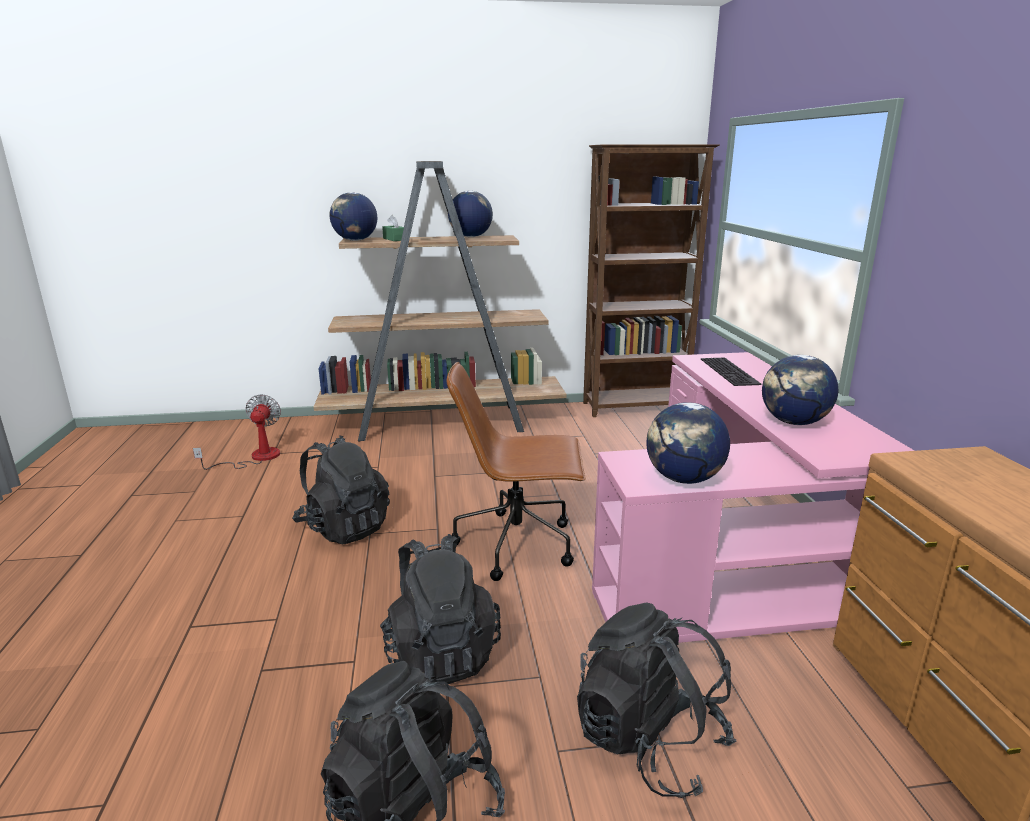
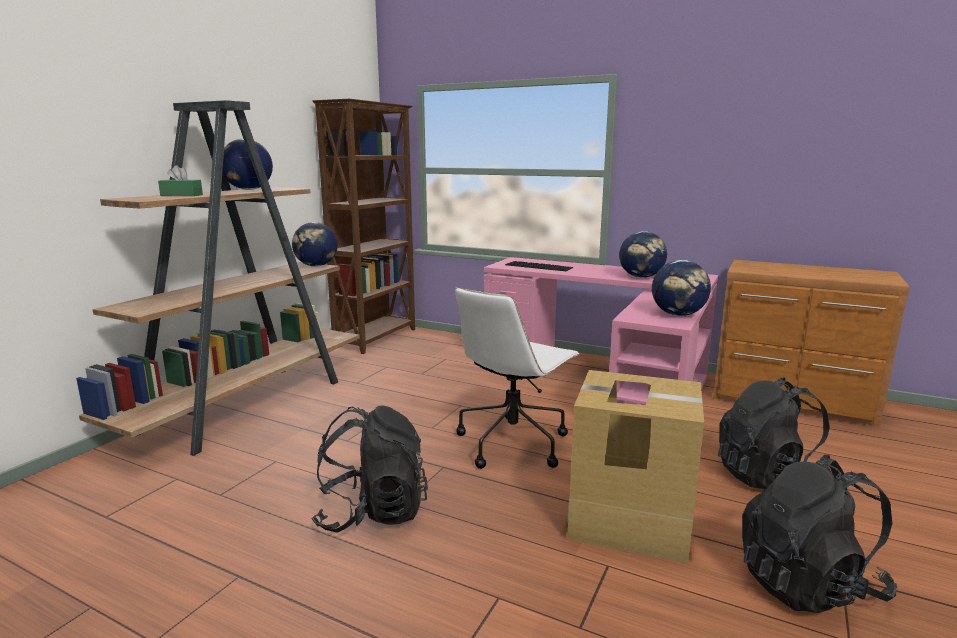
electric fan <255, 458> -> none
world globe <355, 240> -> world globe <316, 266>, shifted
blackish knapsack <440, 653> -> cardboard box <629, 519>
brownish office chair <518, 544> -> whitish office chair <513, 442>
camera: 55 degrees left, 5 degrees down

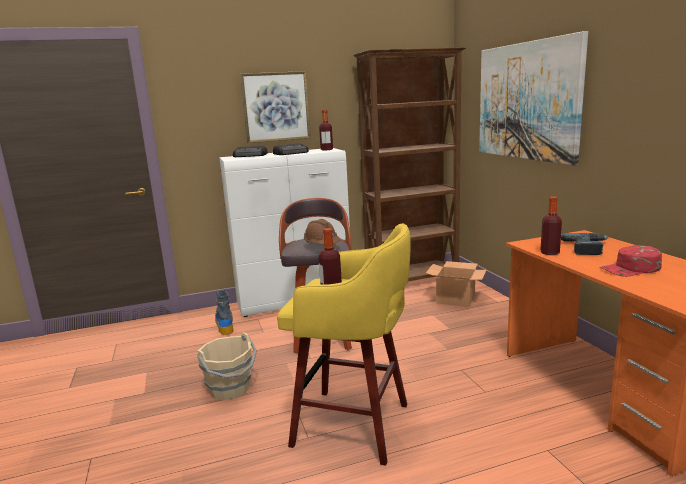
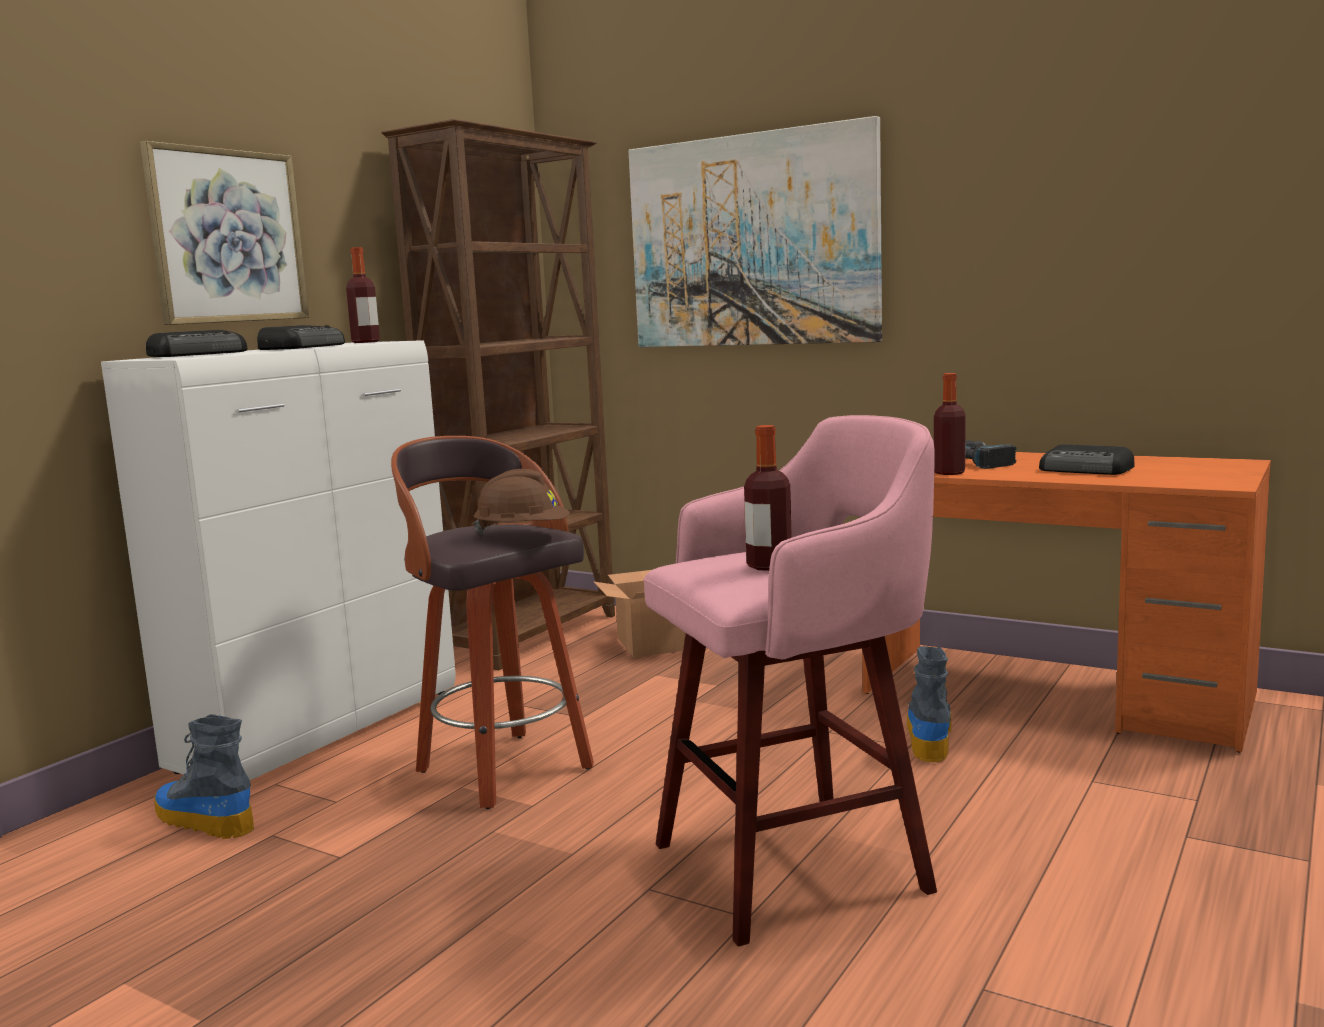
beige-coloured pail <230, 389> -> none
yellow stool seat <355, 426> -> pinkish stool seat <798, 865>
red-coloured peaked cap <631, 269> -> radio set <1086, 470>
none -> boot <929, 737>
camera: 40 degrees left, 5 degrees down

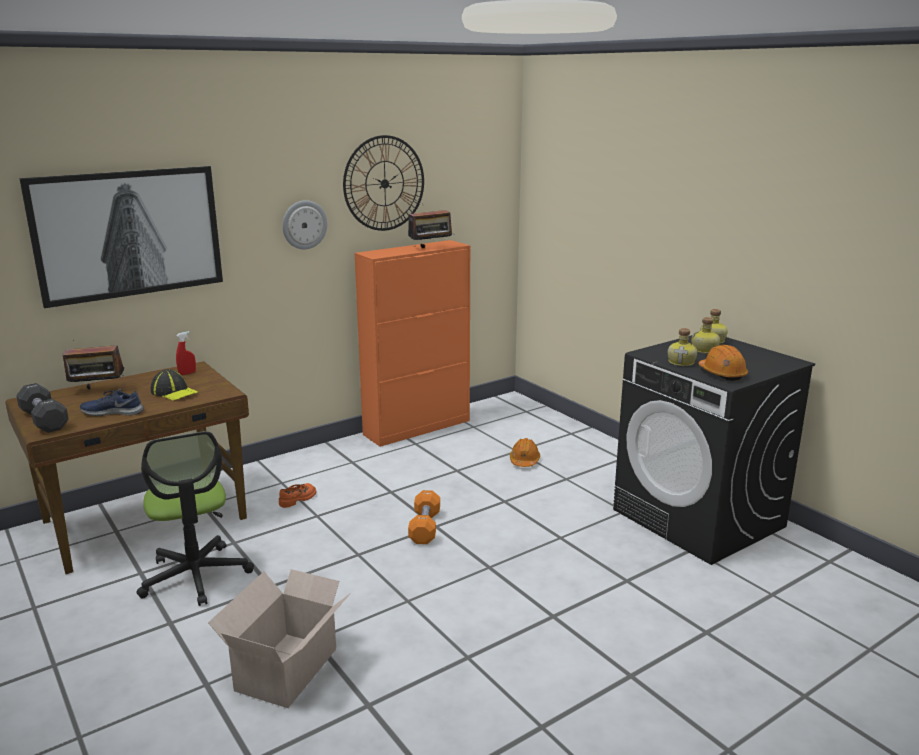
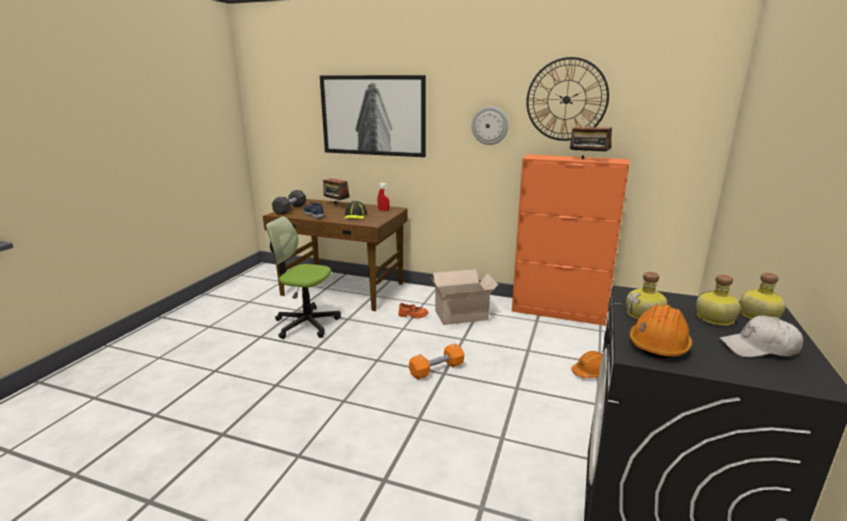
office chair <195, 576> -> office chair <306, 324>, 75 degrees clockwise
cardboard box <289, 667> -> cardboard box <463, 315>, shifted
none -> whitish peaked cap <759, 348>
camera: 55 degrees right, 0 degrees up

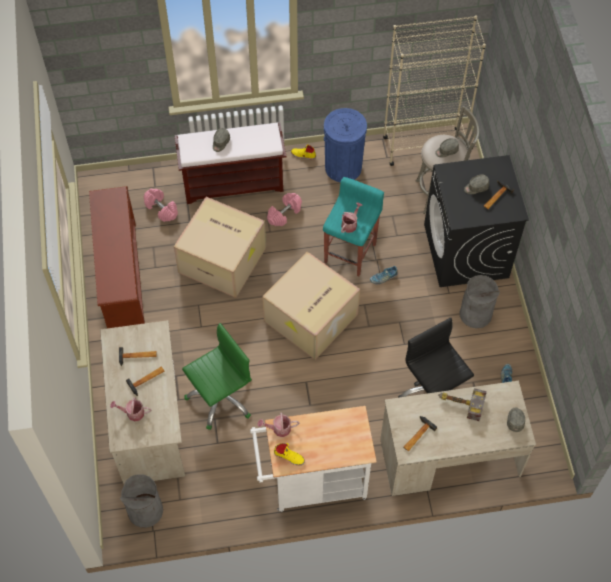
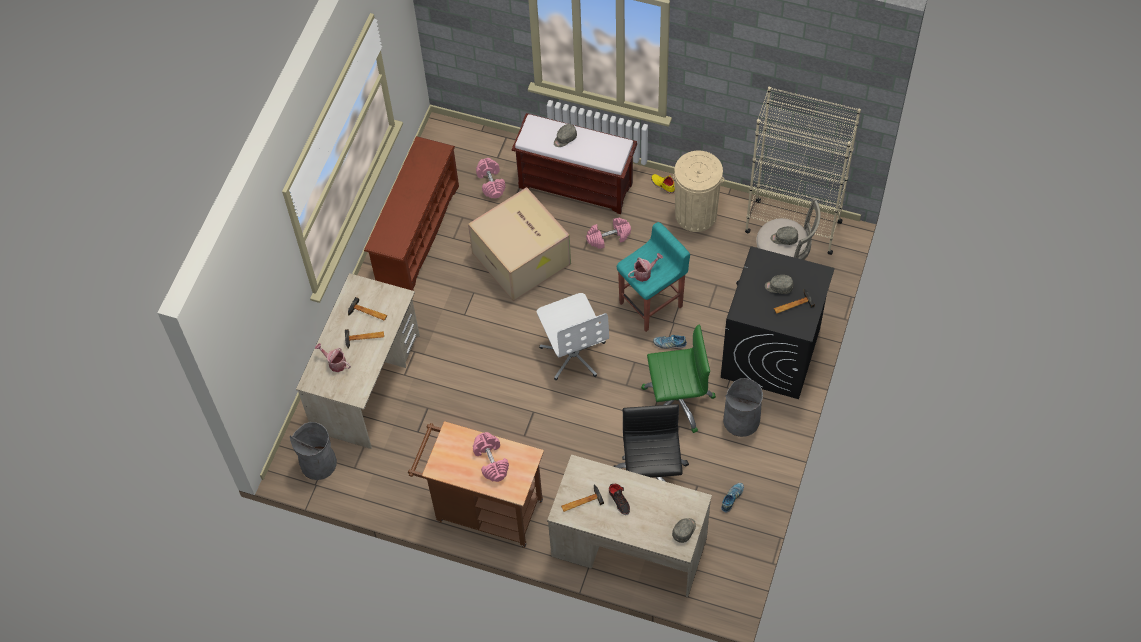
green office chair <221, 397> -> green office chair <677, 401>, shifted
whitish wheeled cart <312, 483> -> brownish wheeled cart <483, 509>
watering can <279, 429> -> none
cardboard box <311, 319> -> whitish office chair <573, 353>
yellow low shoe <289, 456> -> none
blue-coloured waste bin <343, 167> -> beige-coloured waste bin <695, 214>
hand hammer <459, 403> -> none
none -> pinkish free weight <491, 461>
none -> blackish low shoe <619, 501>
camera: 30 degrees right, 0 degrees up

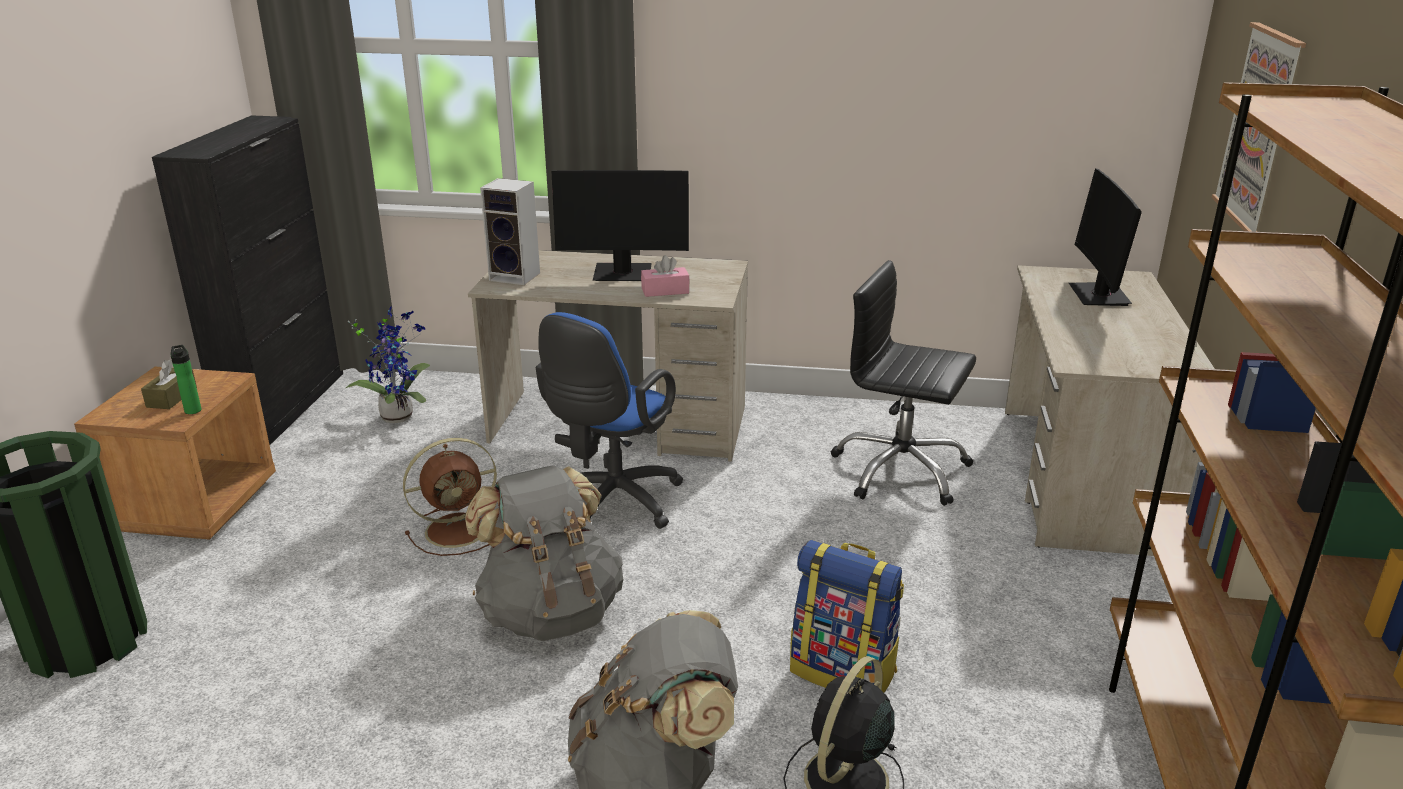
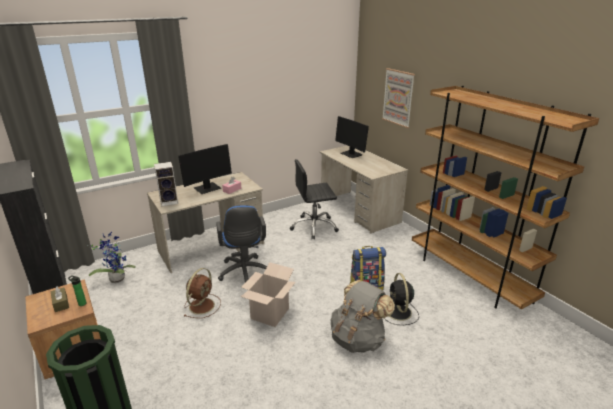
grey knapsack <551, 612> -> cardboard box <269, 314>
camera: 40 degrees left, 0 degrees up

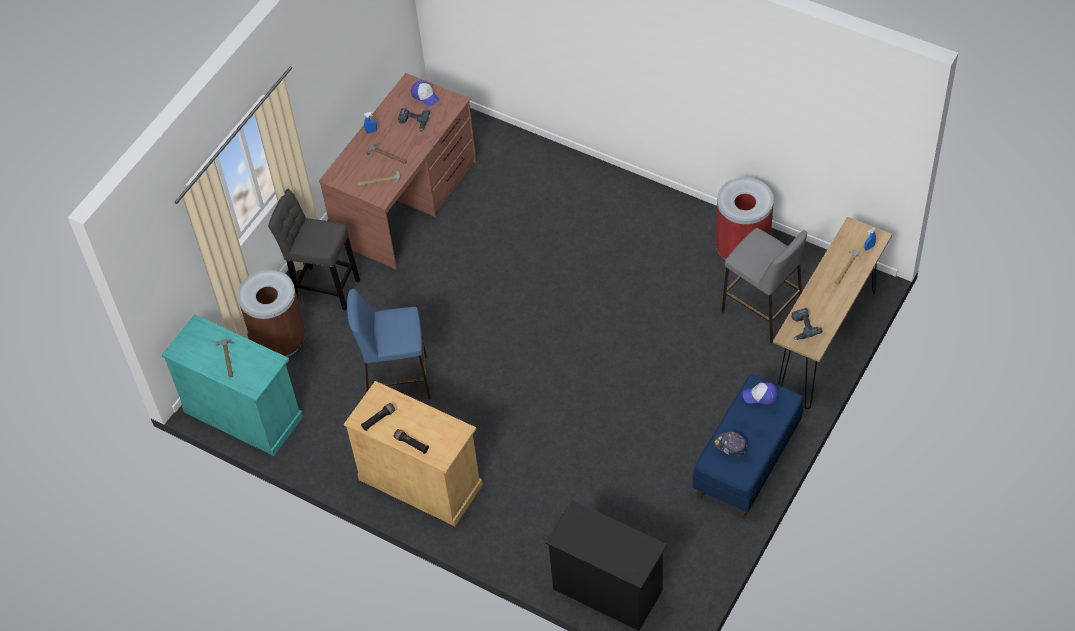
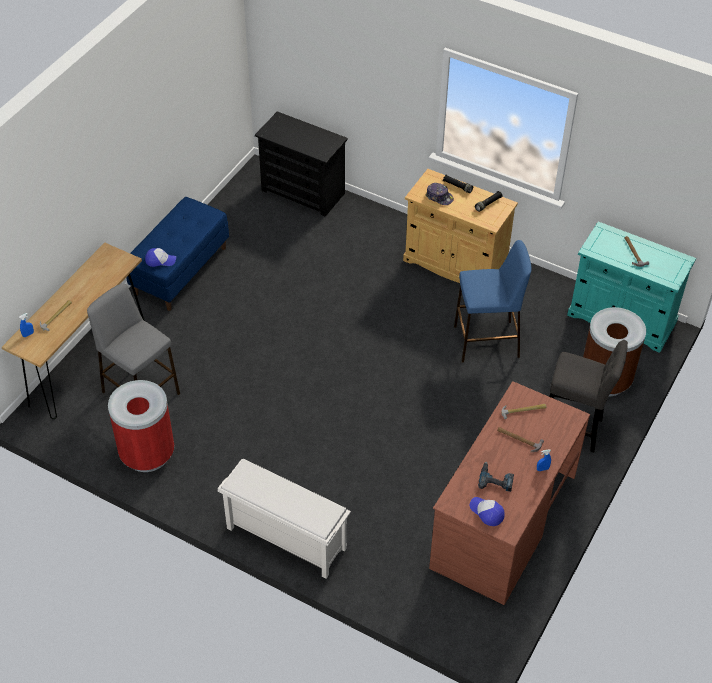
peaked cap <730, 446> -> peaked cap <439, 197>, shifted
electric drill <802, 327> -> none
none -> whitish shoe stand <284, 538>
camera: 175 degrees right, 5 degrees down

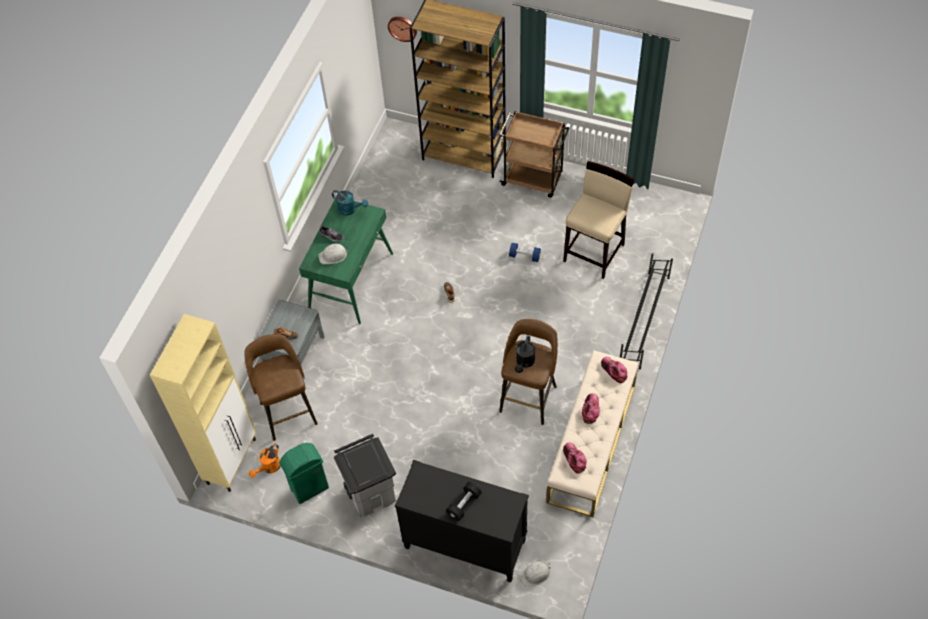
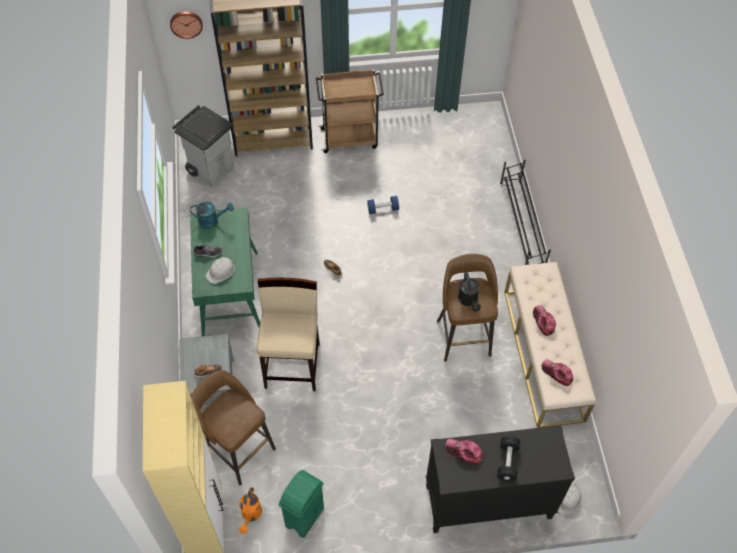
grey waste bin <371, 494> -> grey waste bin <211, 168>, shifted
beige-coloured stool seat <594, 252> -> beige-coloured stool seat <293, 365>, shifted
peaked cap <614, 371> -> peaked cap <464, 452>, shifted
camera: 30 degrees left, 0 degrees up

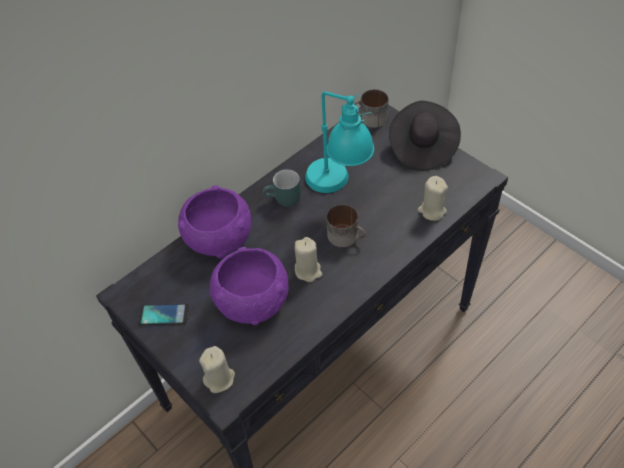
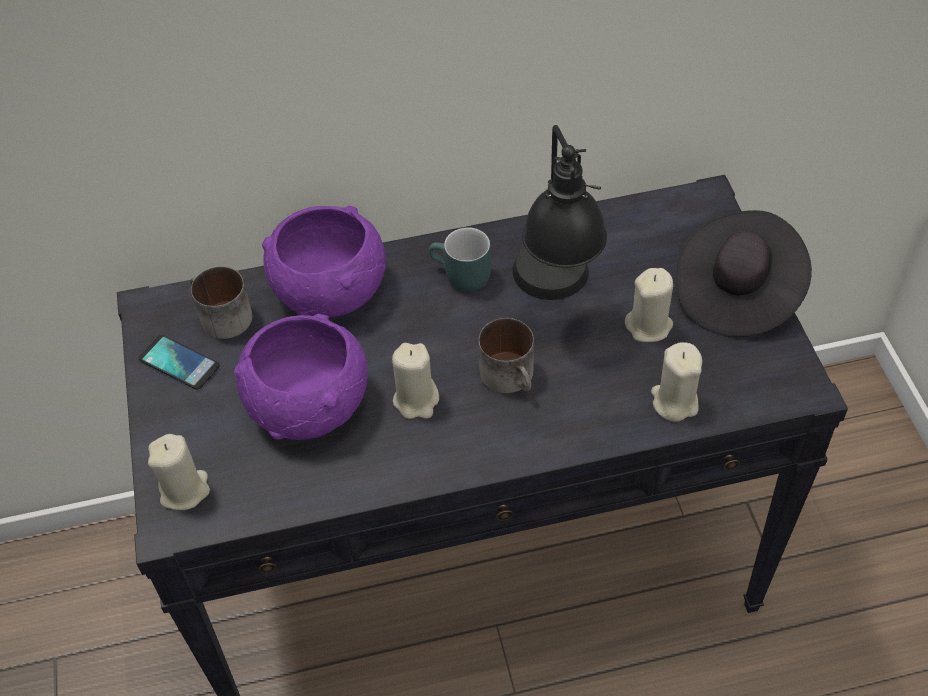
blue-green tabletop lamp <339, 187> -> blackish tabletop lamp <557, 296>
tea mug <370, 119> -> tea mug <220, 317>, shifted
none -> beige-coloured wax light <649, 326>
camera: 30 degrees right, 0 degrees up

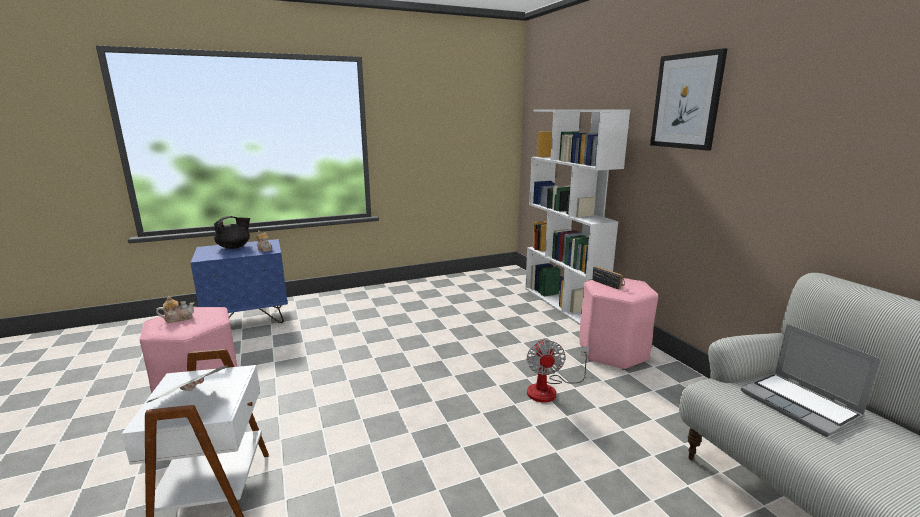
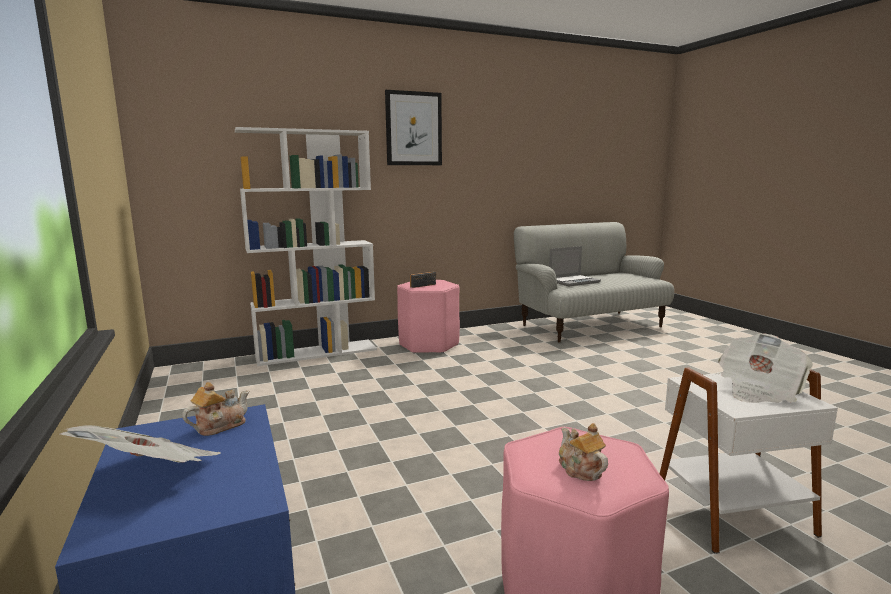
blackish pot for tea <234, 247> -> printed paper <151, 475>
electric fan <549, 389> -> none
camera: 90 degrees left, 5 degrees down

